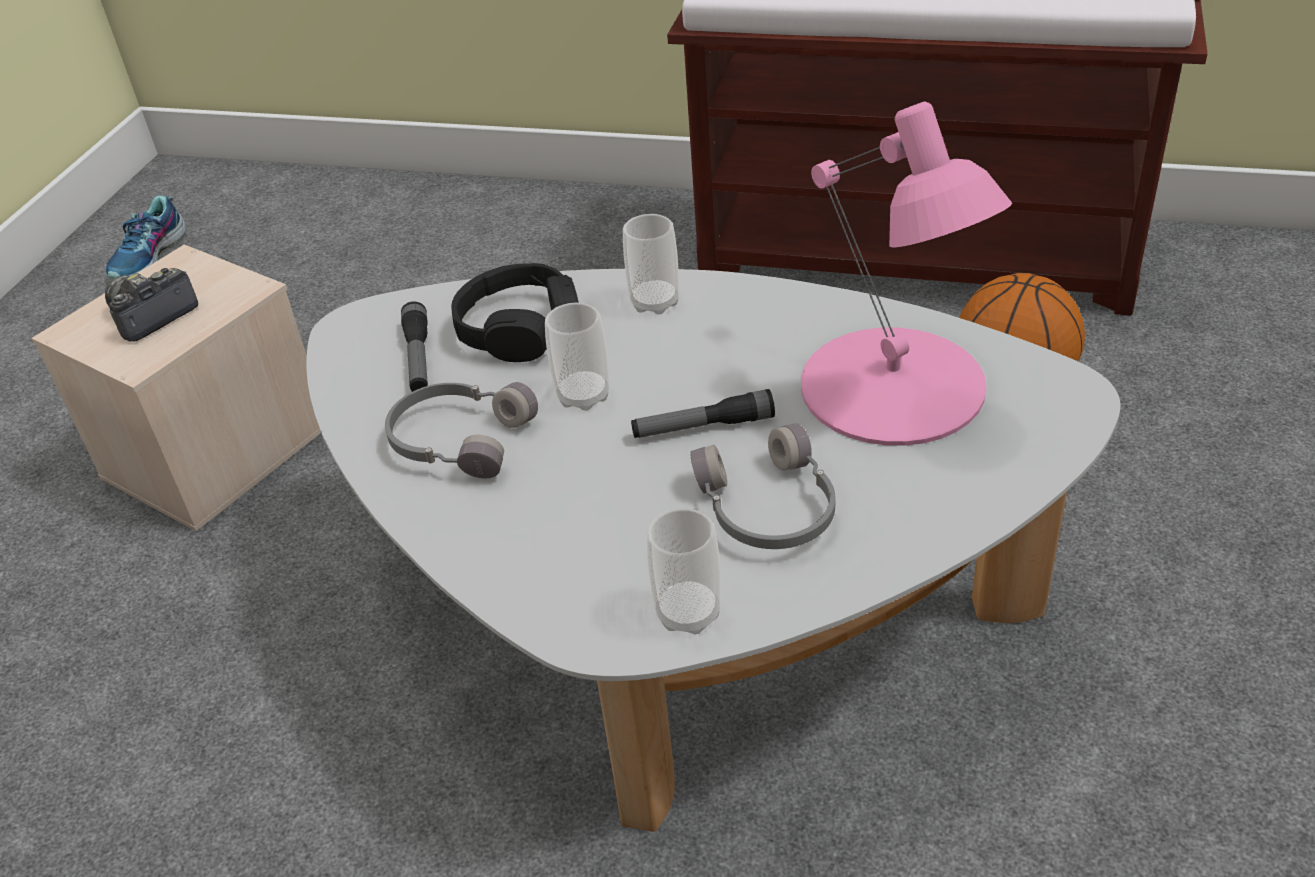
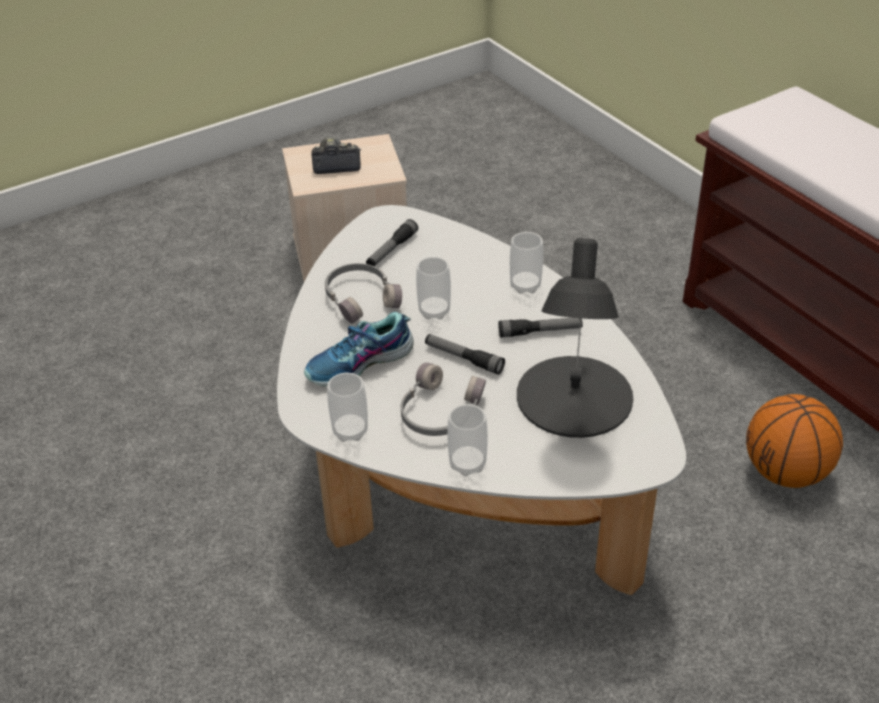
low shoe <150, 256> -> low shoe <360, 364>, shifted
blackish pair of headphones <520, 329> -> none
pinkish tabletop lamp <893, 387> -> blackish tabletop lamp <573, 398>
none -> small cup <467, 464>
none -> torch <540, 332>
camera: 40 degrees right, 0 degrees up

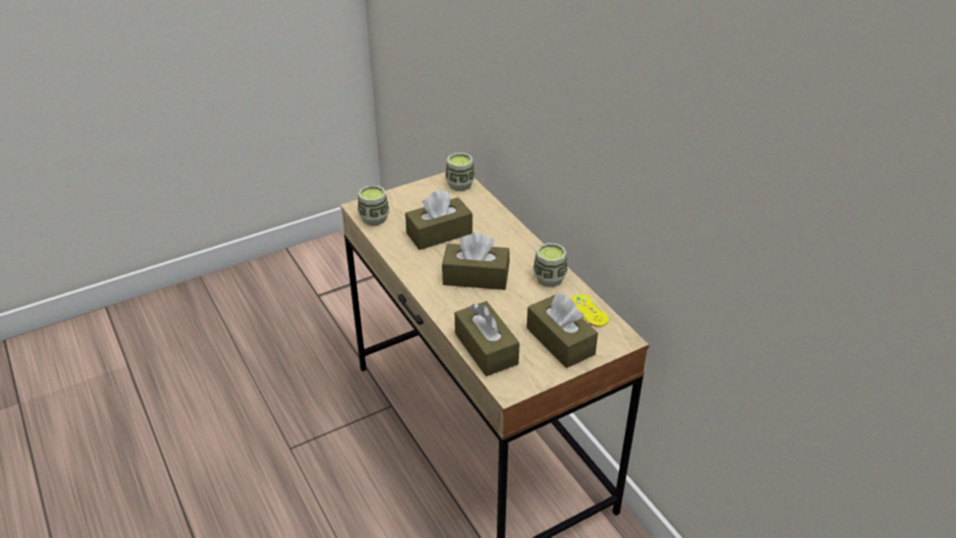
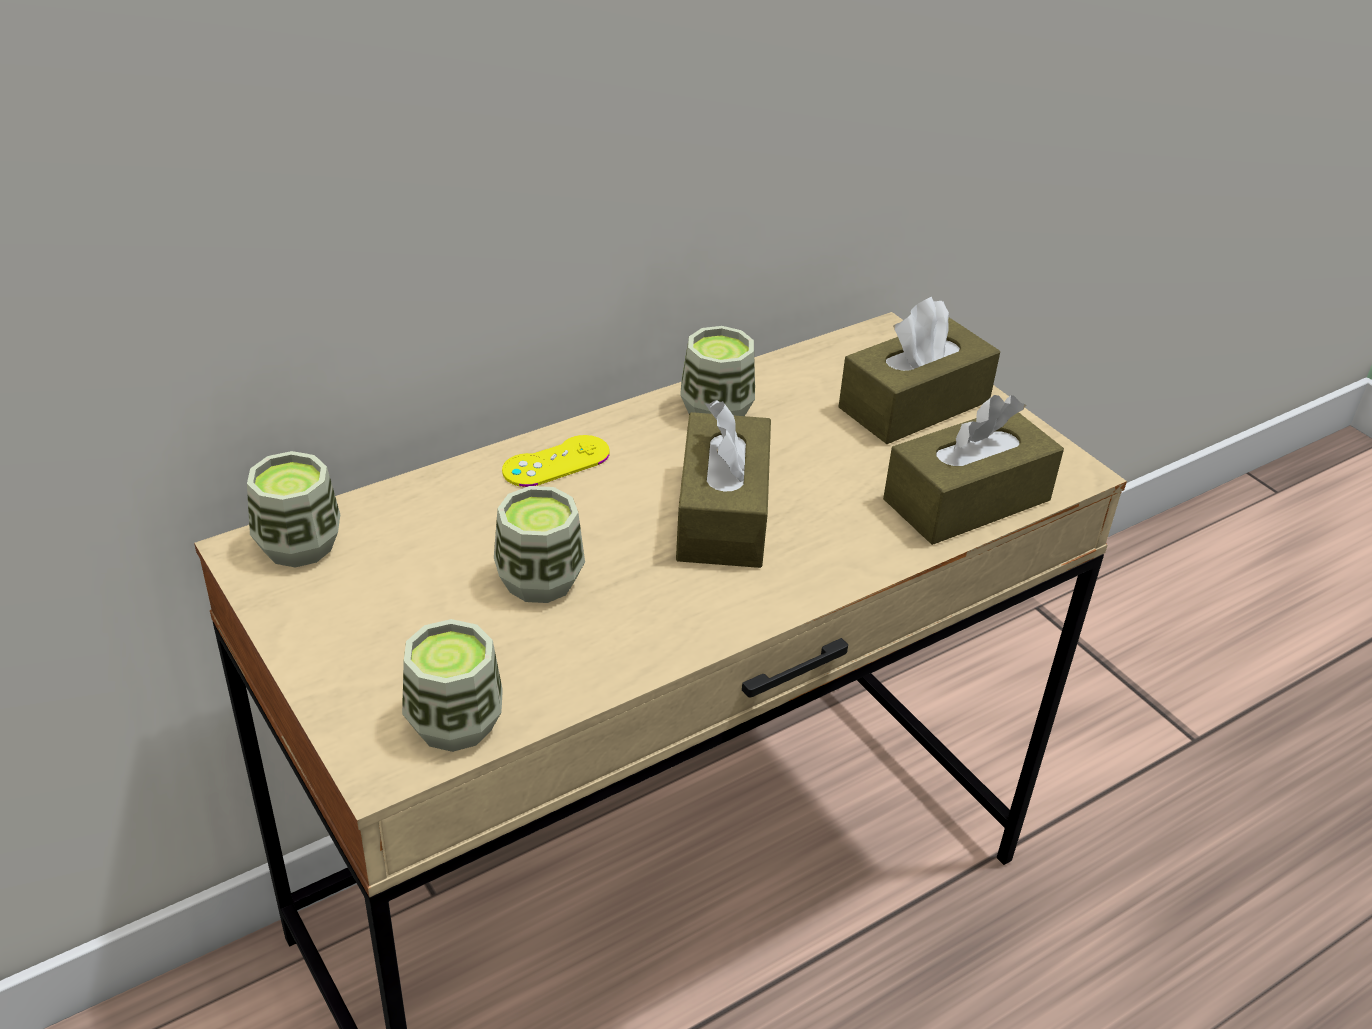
brownish box of tissues <439, 233> -> small cup <540, 580>
yellow joypad <589, 310> -> yellow joypad <556, 462>, shifted
camera: 95 degrees left, 0 degrees up

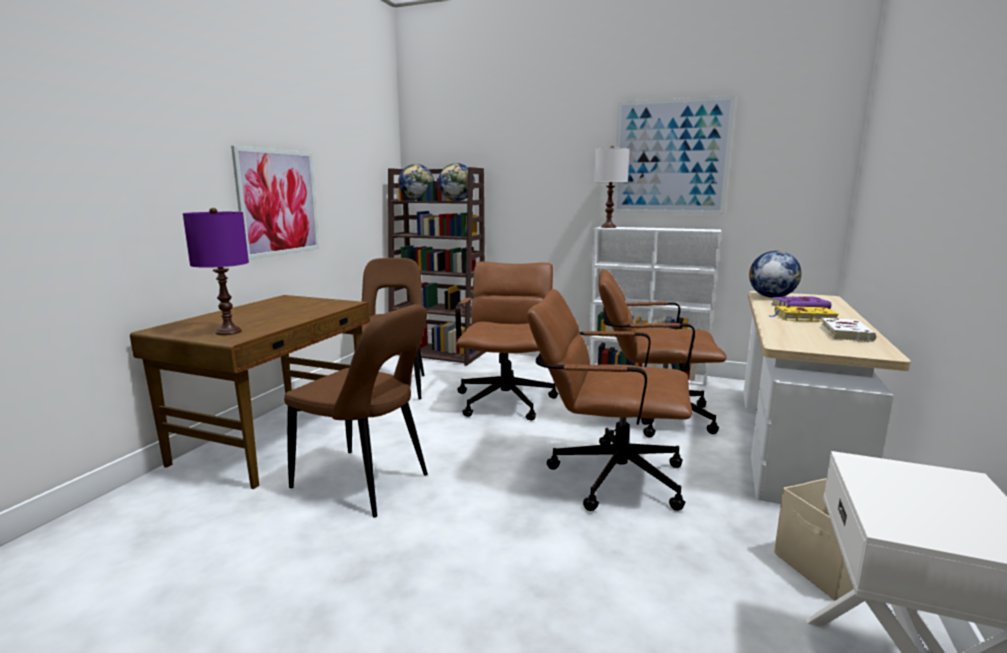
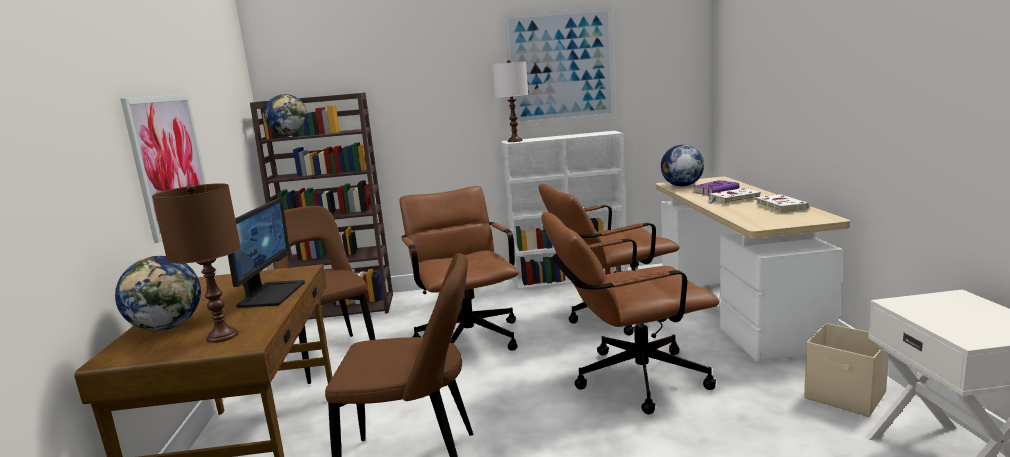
purple-coloured tabletop lamp <228, 332> -> brownish tabletop lamp <222, 336>
world globe <457, 200> -> world globe <168, 327>, shifted
yellow book <803, 318> -> whitish book <733, 200>
none -> monitor <271, 294>
camera: 25 degrees left, 0 degrees up

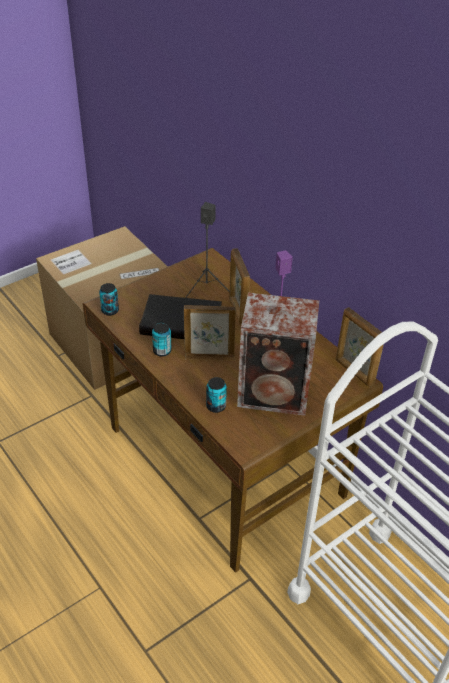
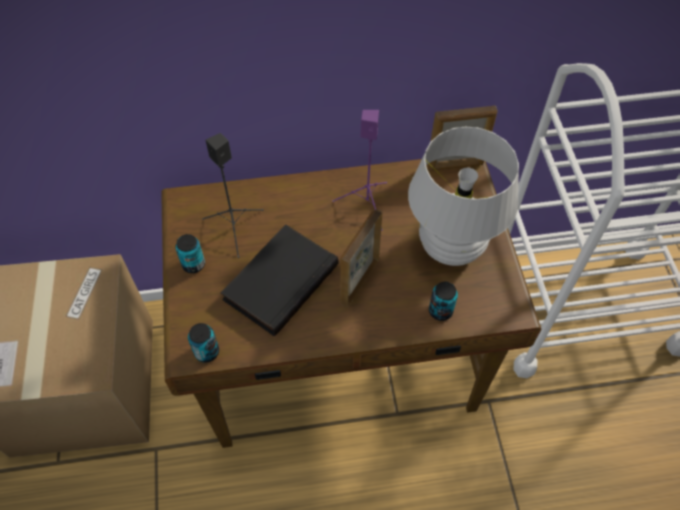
sealed can <162, 351> -> sealed can <193, 264>, shifted
photo frame <237, 311> -> none
loudspeaker <276, 394> -> whitish tabletop lamp <450, 246>
camera: 60 degrees left, 15 degrees up

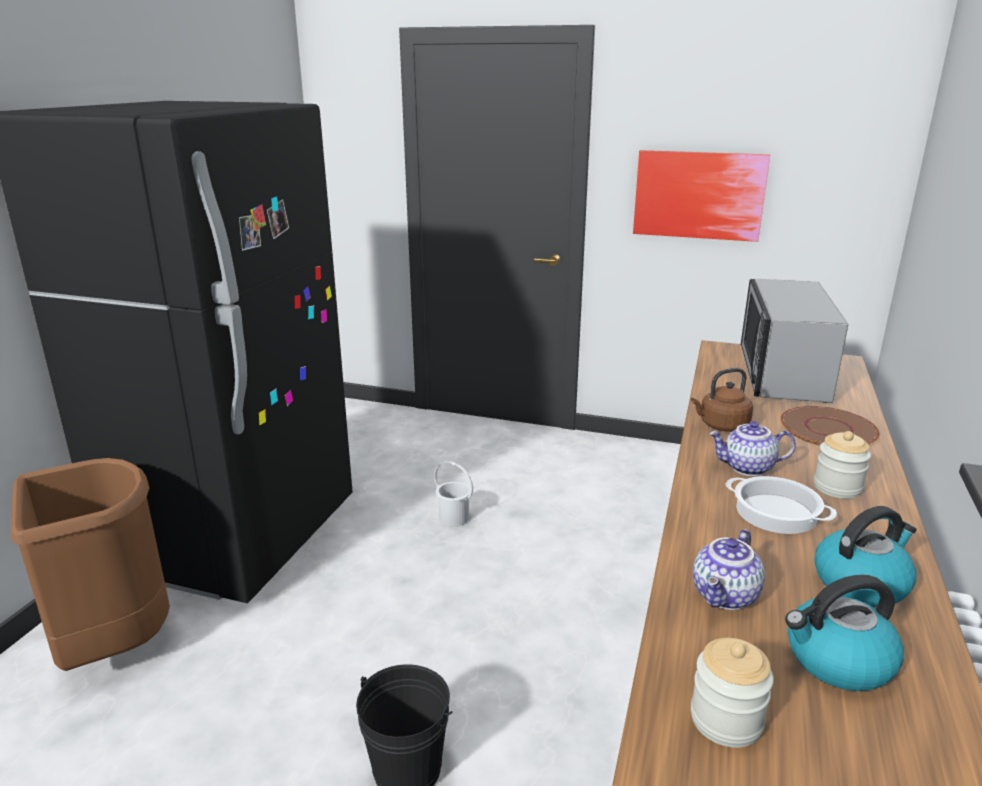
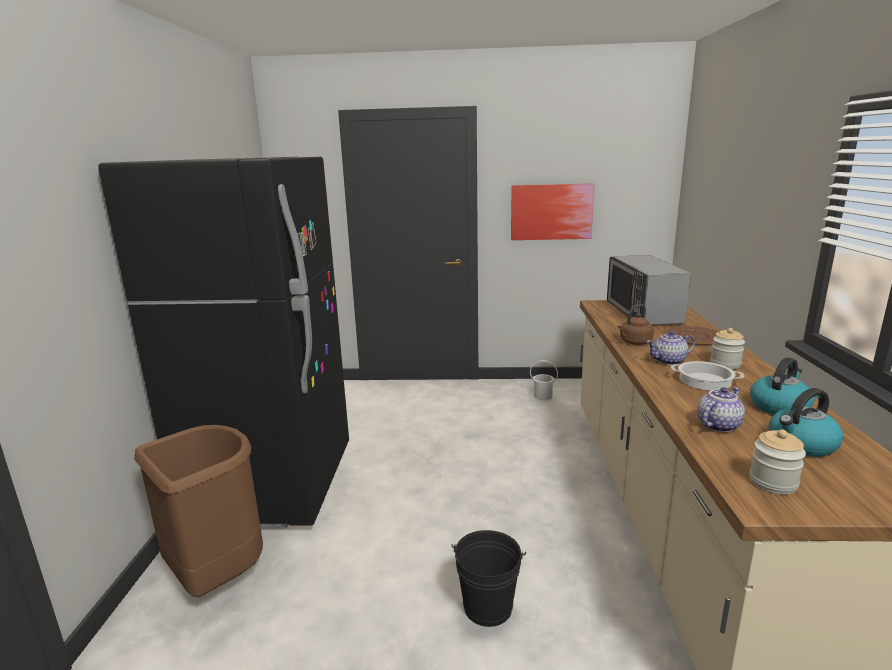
whitish pail <454, 518> -> whitish pail <542, 396>, shifted
pot for tea <726, 596> -> pot for tea <717, 425>, 150 degrees counterclockwise
camera: 15 degrees left, 5 degrees down

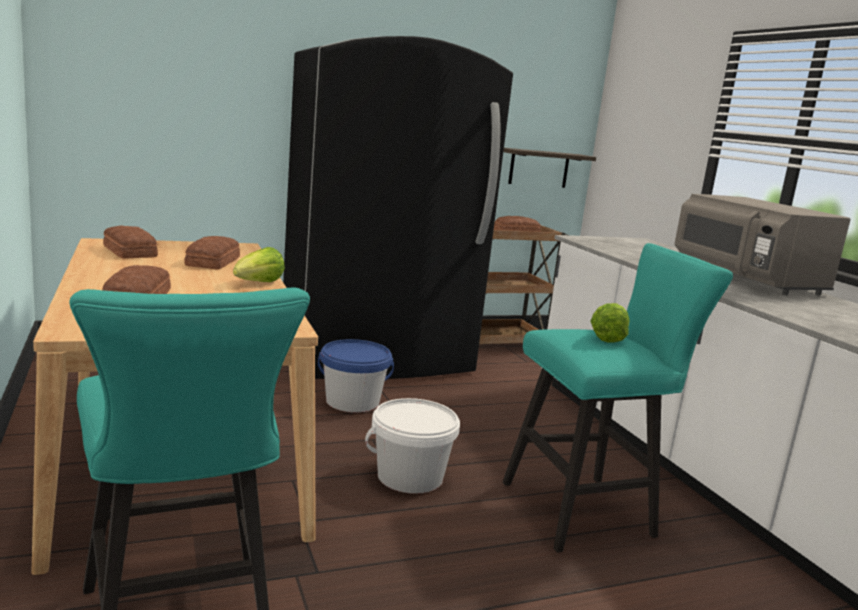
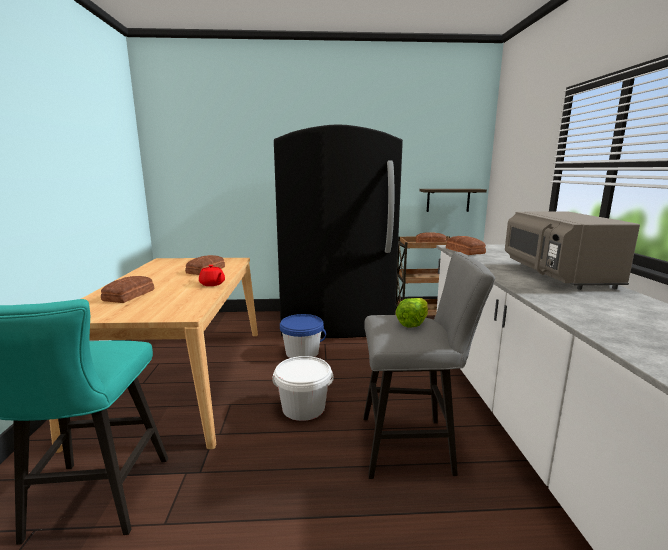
bread <129, 252> -> bread <464, 251>, shifted
head of lettuce <258, 284> -> red-coloured pot for tea <212, 284>
blue-green stool seat <587, 510> -> grey stool seat <413, 446>
camera: 20 degrees right, 0 degrees up

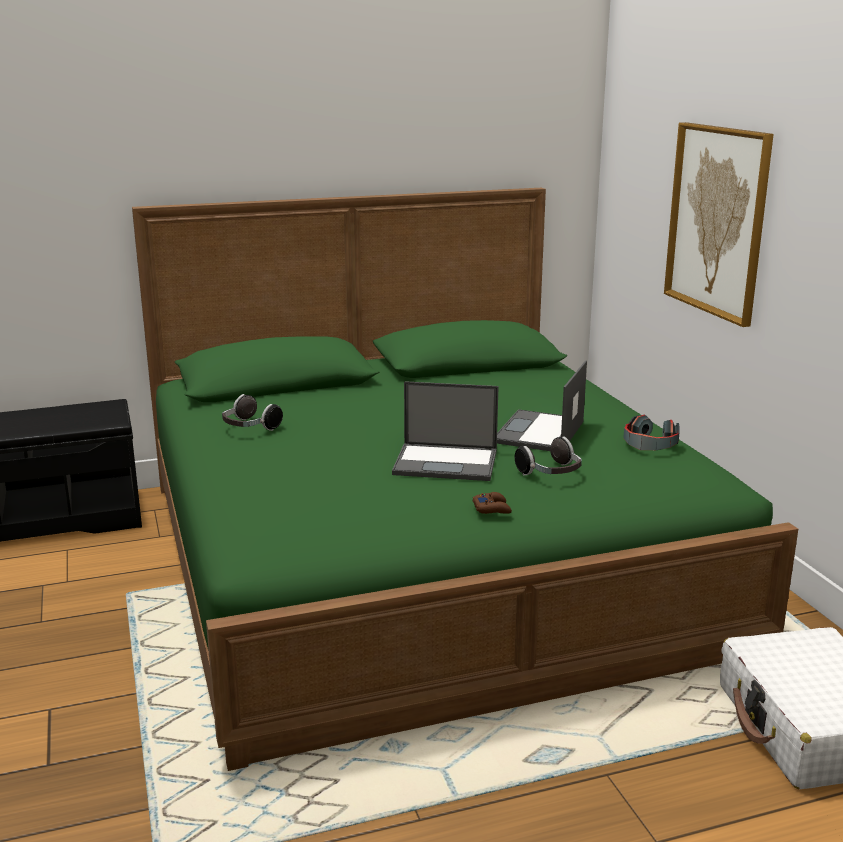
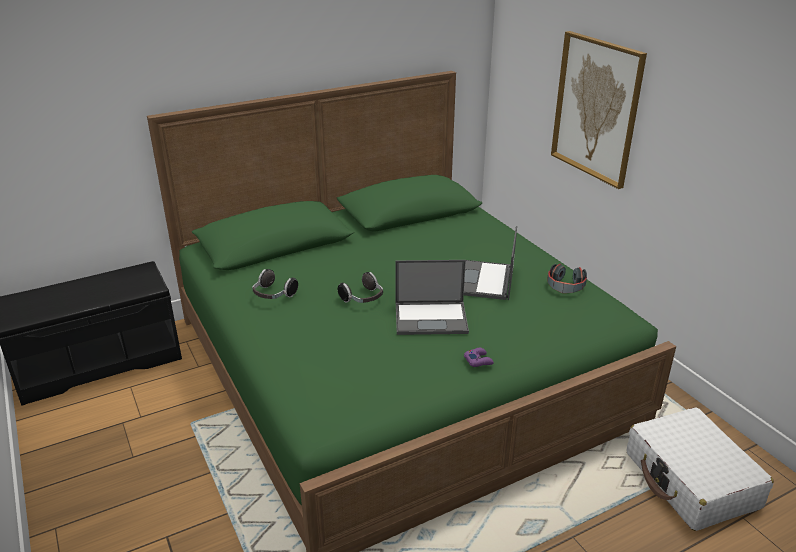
brownish joypad <492, 508> -> purple-coloured joypad <478, 360>
pair of headphones <551, 474> -> pair of headphones <363, 299>, shifted
camera: 10 degrees left, 10 degrees up

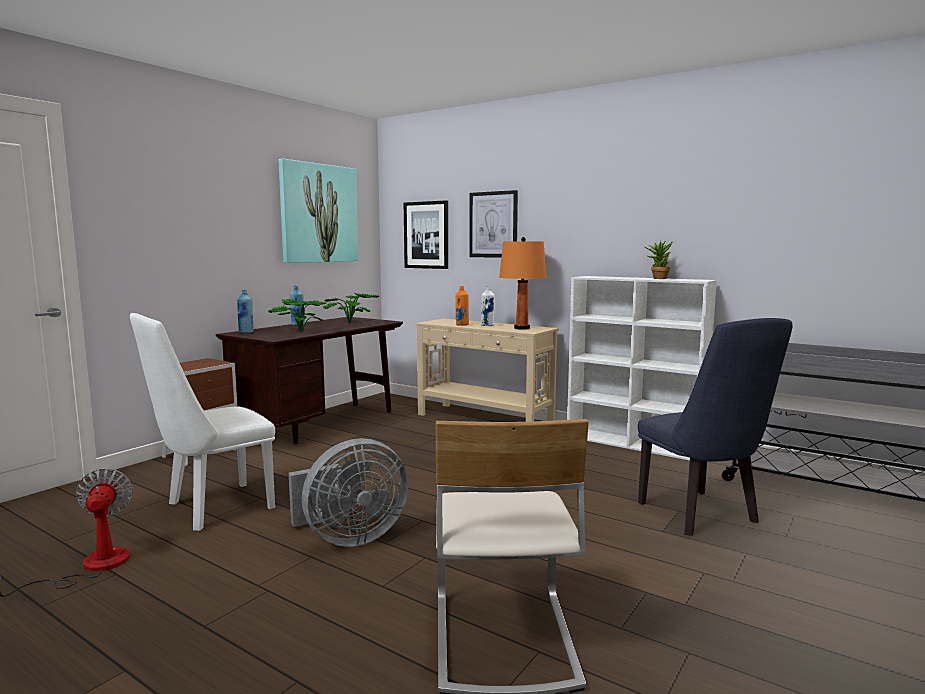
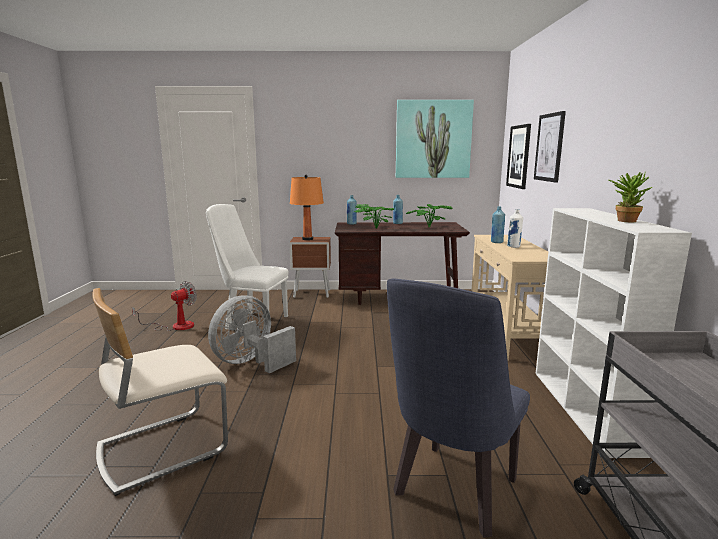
grey electric fan <349, 538> -> grey electric fan <251, 363>, 105 degrees clockwise
orange beverage bottle <462, 325> -> blue-coloured beverage bottle <496, 242>
orange tabletop lamp <522, 328> -> orange tabletop lamp <307, 239>, shifted
camera: 55 degrees right, 5 degrees up

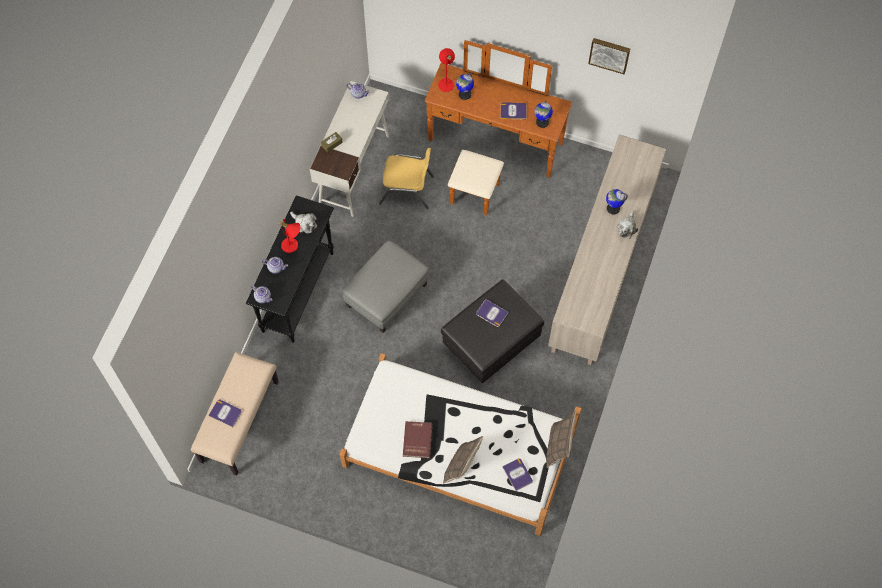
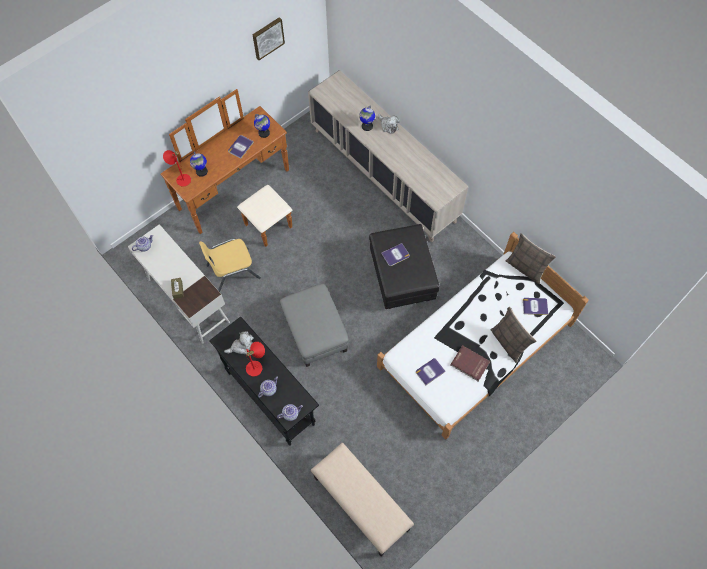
book <225, 413> -> book <430, 371>, shifted
yellow plain chair <407, 190> -> yellow plain chair <233, 271>, 150 degrees counterclockwise
camera: 60 degrees left, 0 degrees up

